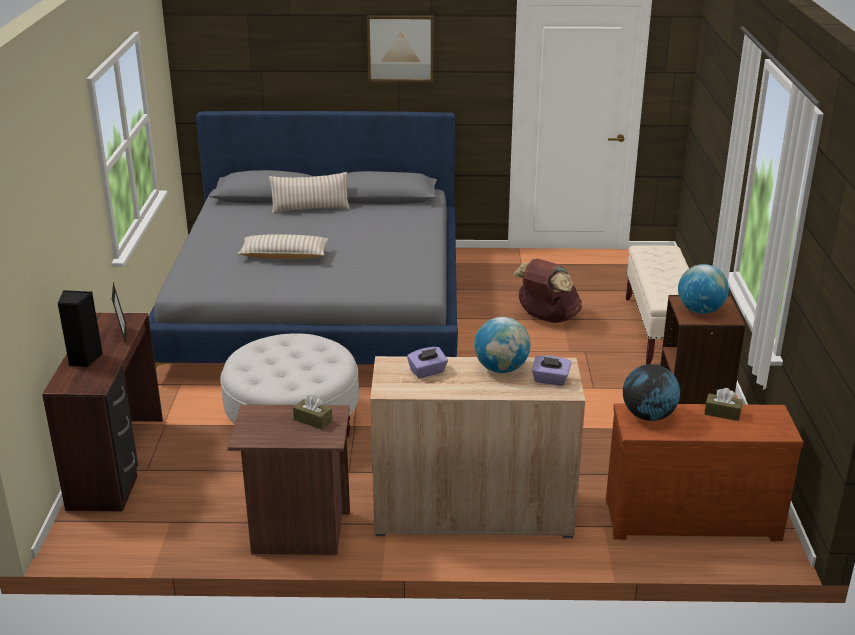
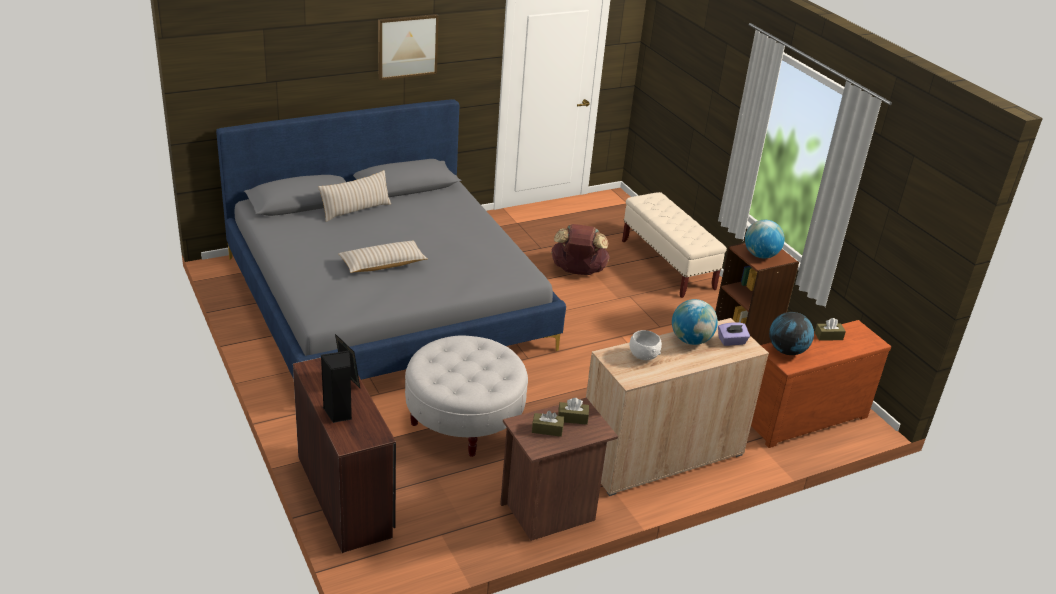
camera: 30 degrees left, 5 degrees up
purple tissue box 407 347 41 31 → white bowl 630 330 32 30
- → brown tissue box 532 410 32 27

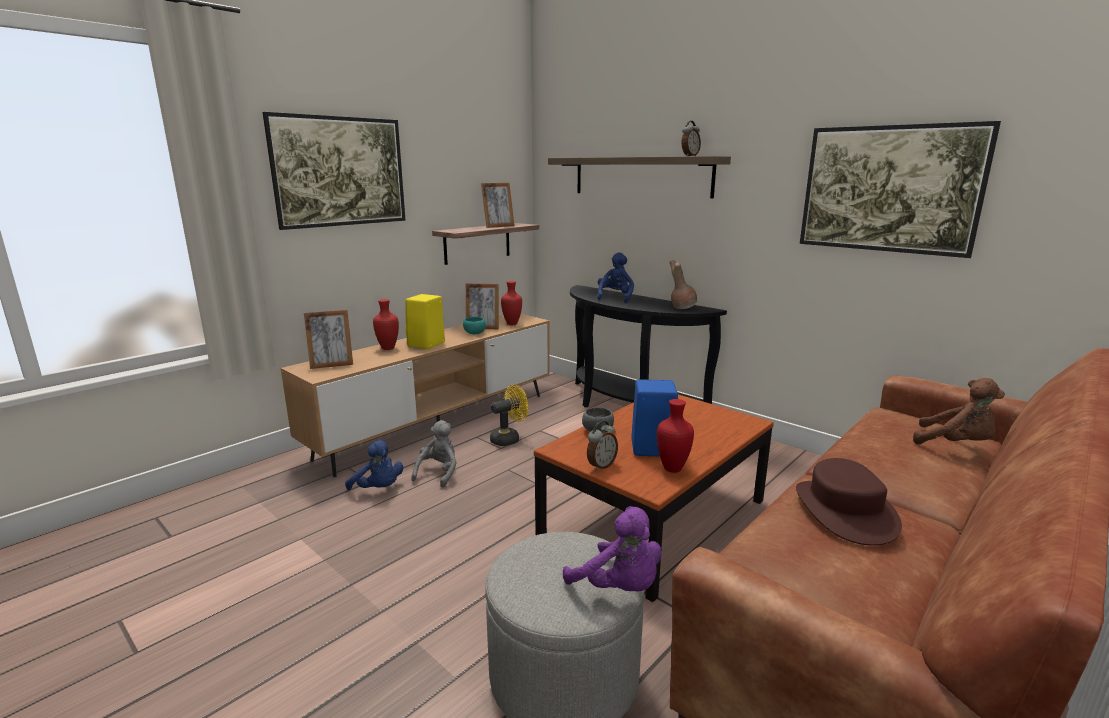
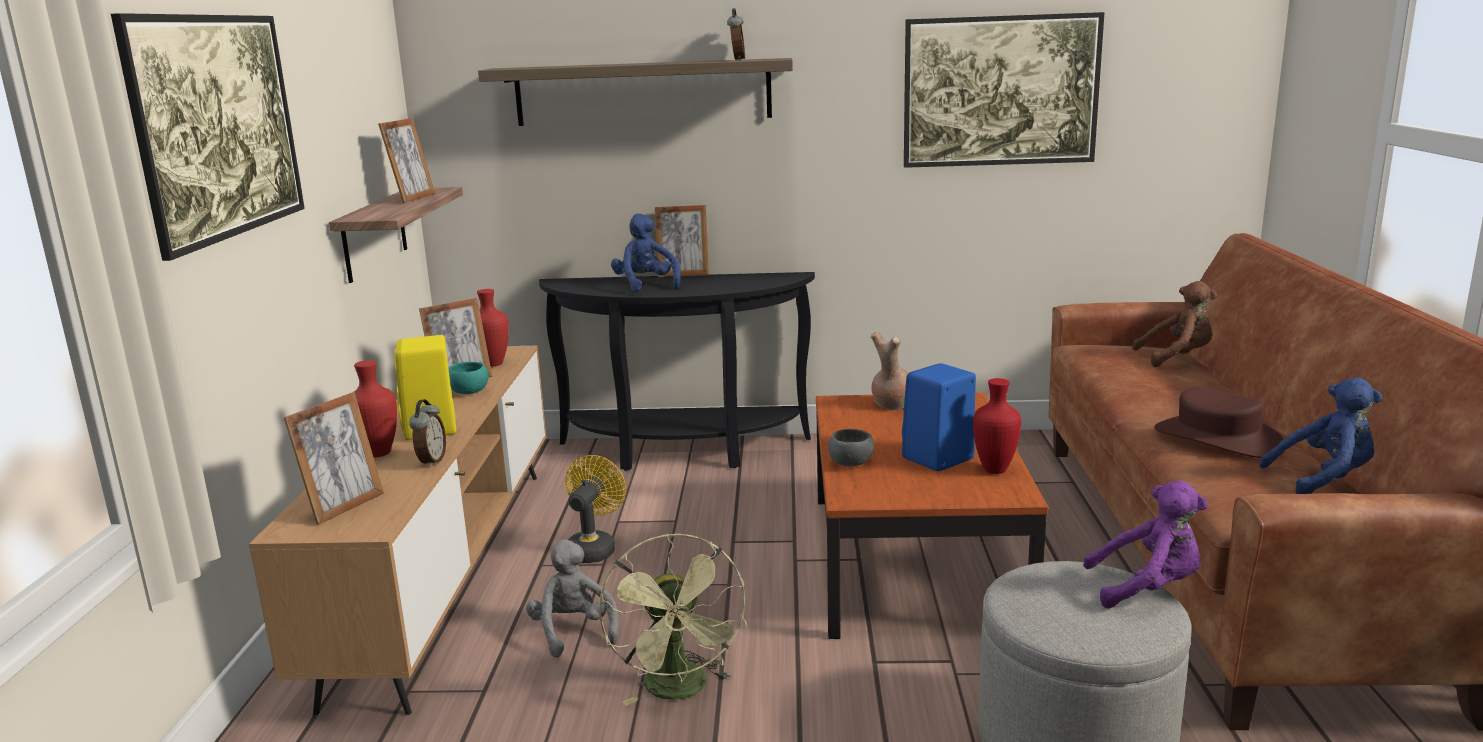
camera: 40 degrees left, 0 degrees up
blue plush toy 345 440 58 50 → blue plush toy 1259 377 123 117, shifted
alarm clock 587 421 31 50 → alarm clock 409 399 37 69, shifted
brown vase 669 260 28 49 → brown vase 871 332 37 78, shifted
- → green fan 599 533 148 172
- → picture frame 655 205 54 72

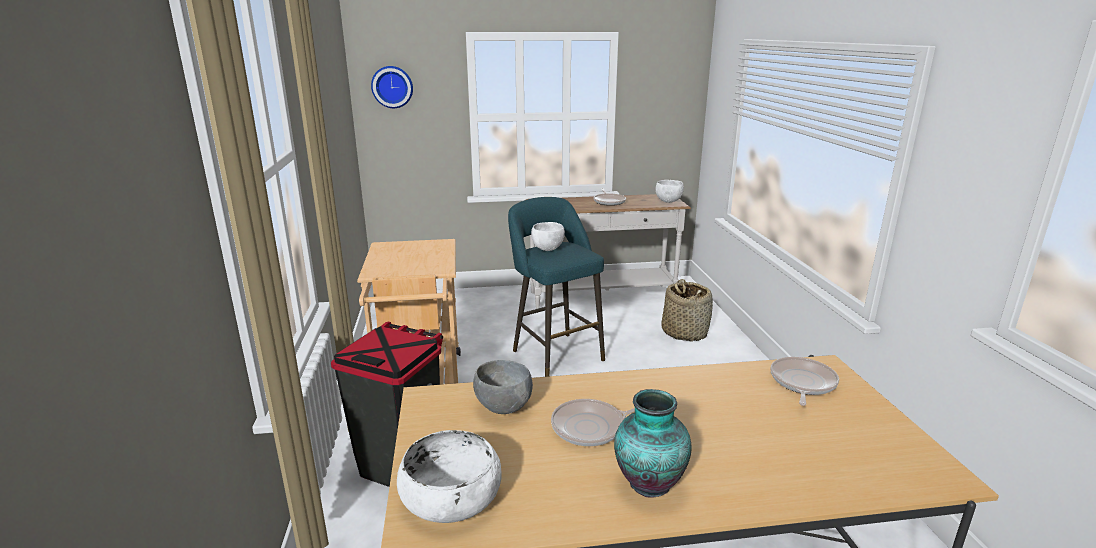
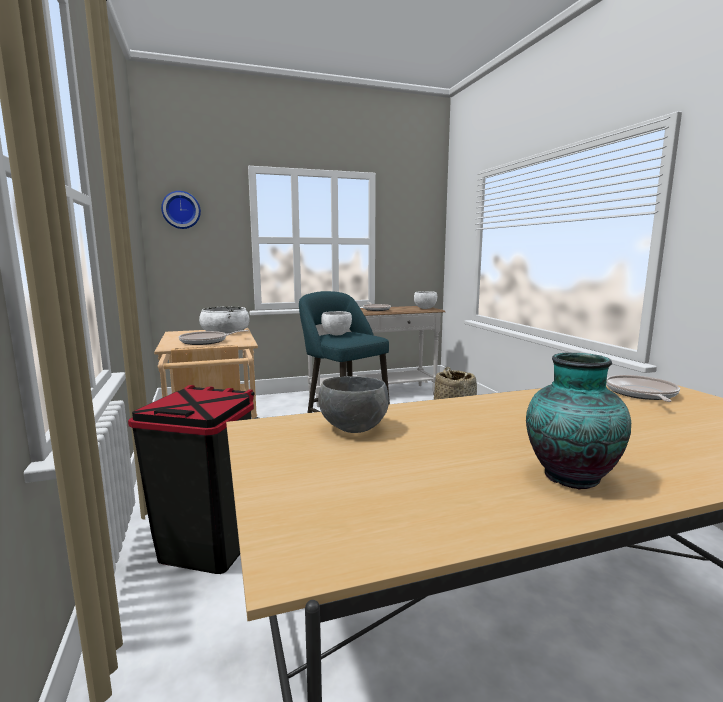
camera: 10 degrees left, 10 degrees down
white bowl 397 430 105 93 → white bowl 199 306 51 28, shifted
frying pan 551 399 84 47 → frying pan 179 330 70 15, shifted

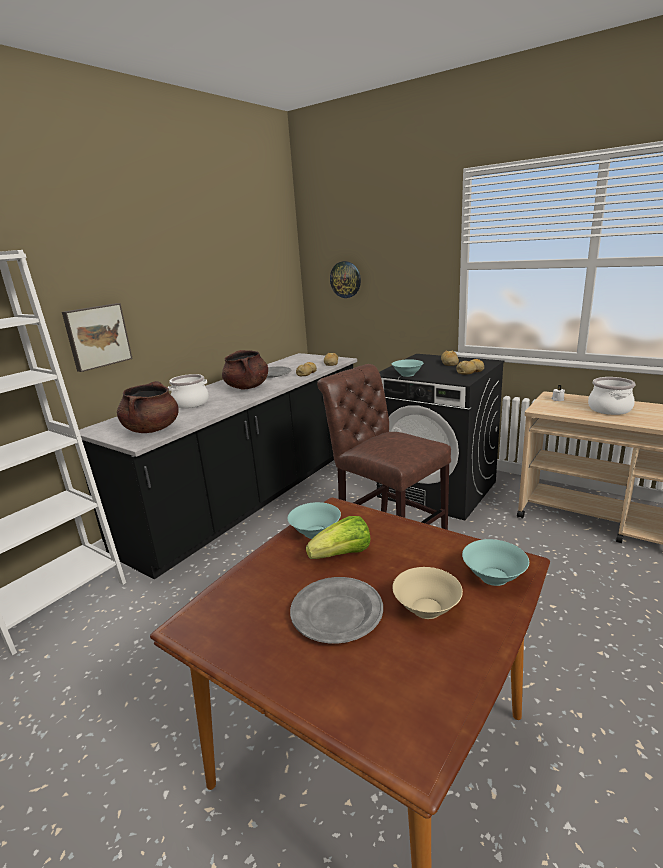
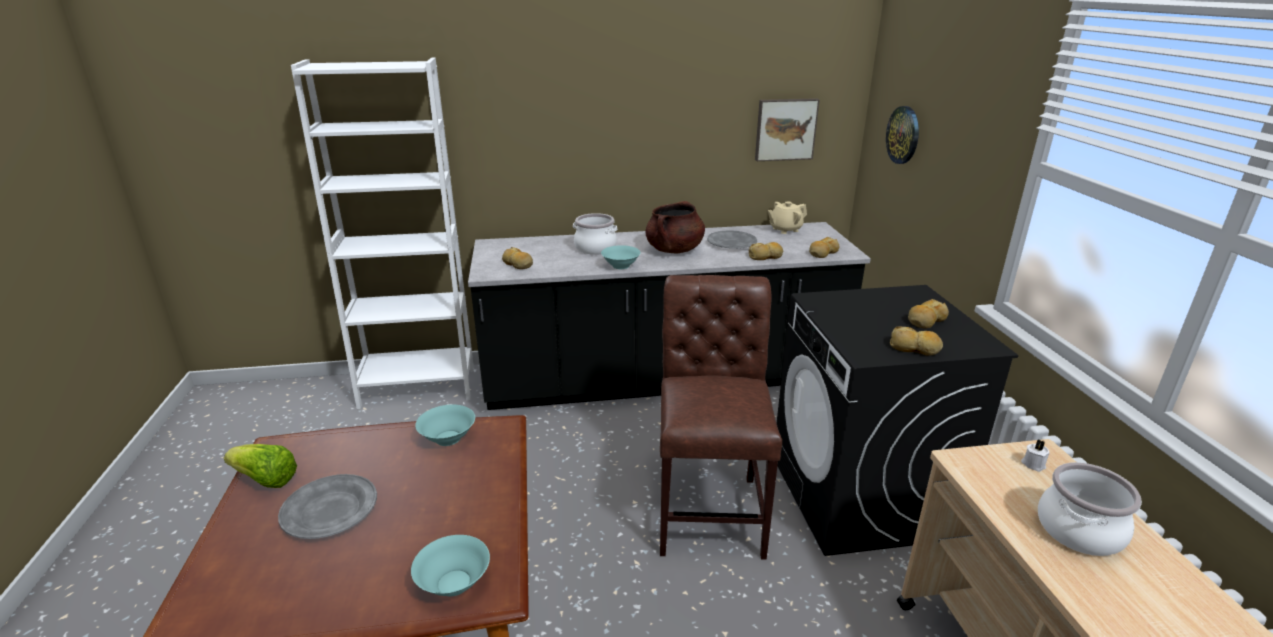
camera: 45 degrees right, 5 degrees up
picture 62 303 71 69 → picture 755 98 65 63, shifted
brown cooking pot 117 381 62 52 → bread 502 247 31 22
lettuce 306 516 65 43 → lettuce 224 444 73 44, shifted
turquoise bowl 392 359 31 18 → turquoise bowl 601 245 40 24, shifted
beige bowl 392 567 71 52 → -
- → beige teapot 768 201 39 33

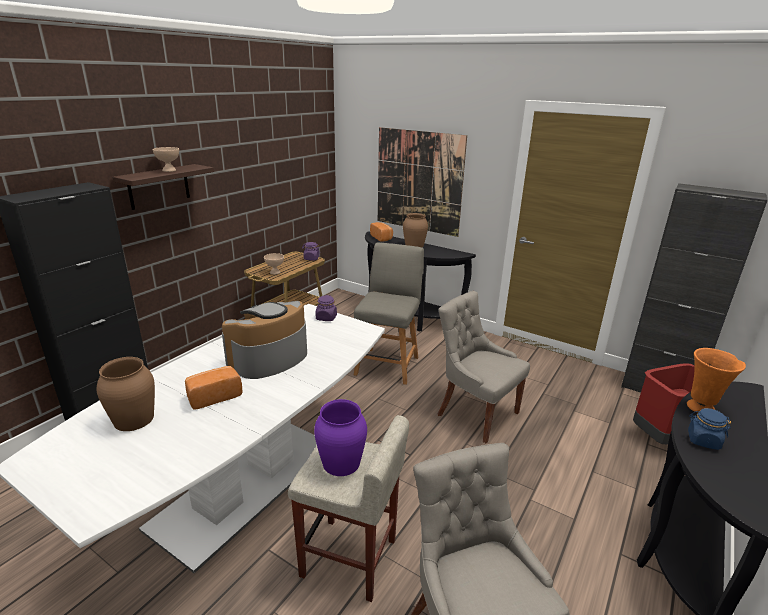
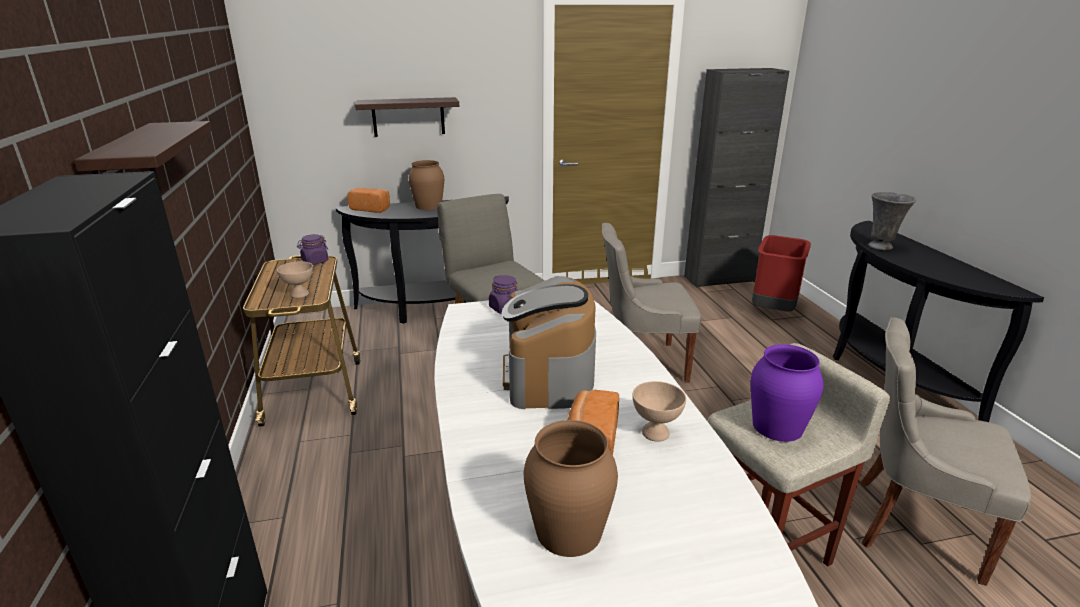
camera: 45 degrees left, 0 degrees up
beige bowl 152 147 27 25 → beige bowl 632 381 54 61, shifted
picture 378 127 89 110 → shelf 355 97 104 40
orange vase 687 348 59 65 → grey vase 868 192 48 58
blue jar 688 408 43 42 → -

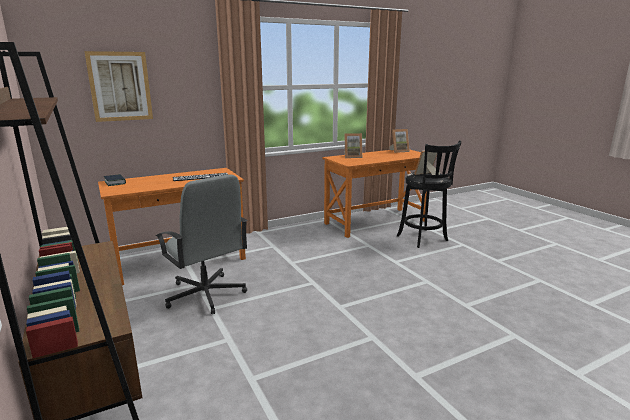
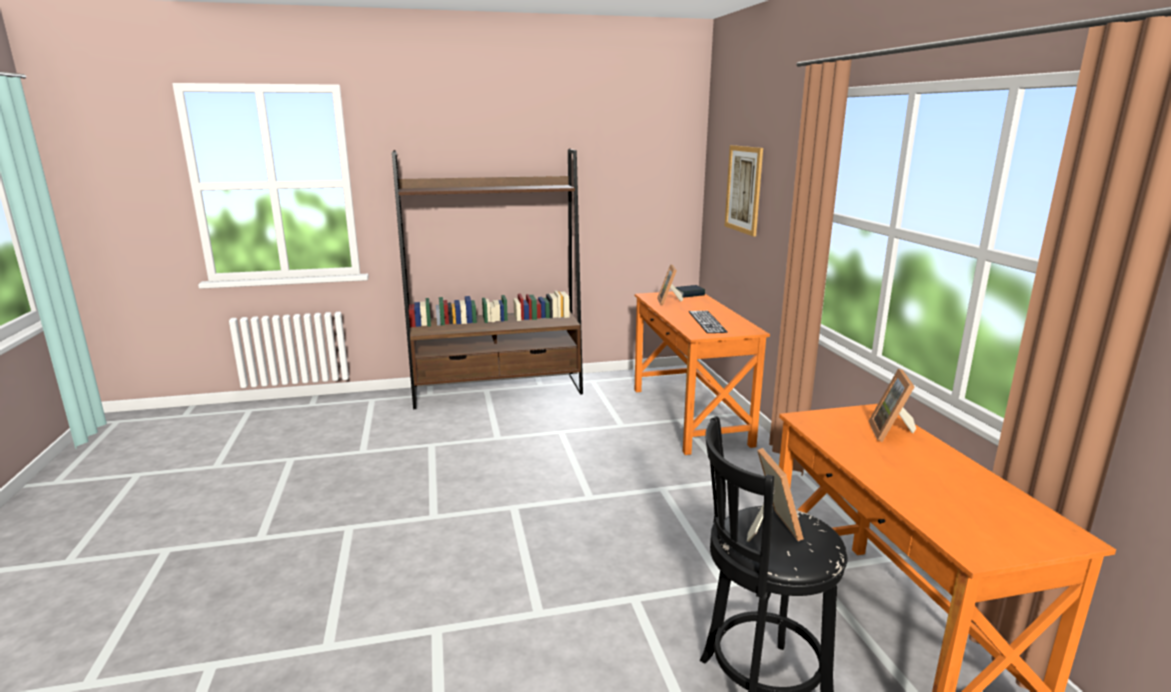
camera: 105 degrees right, 0 degrees up
grey office chair 156 174 91 140 → -
picture frame 389 129 21 24 → picture frame 657 264 26 42, shifted

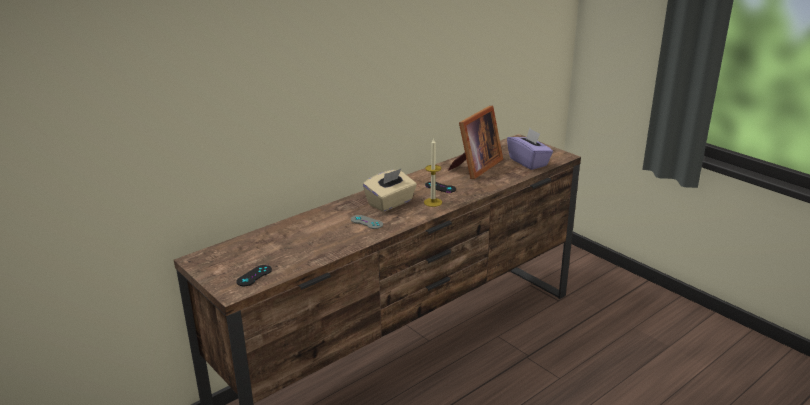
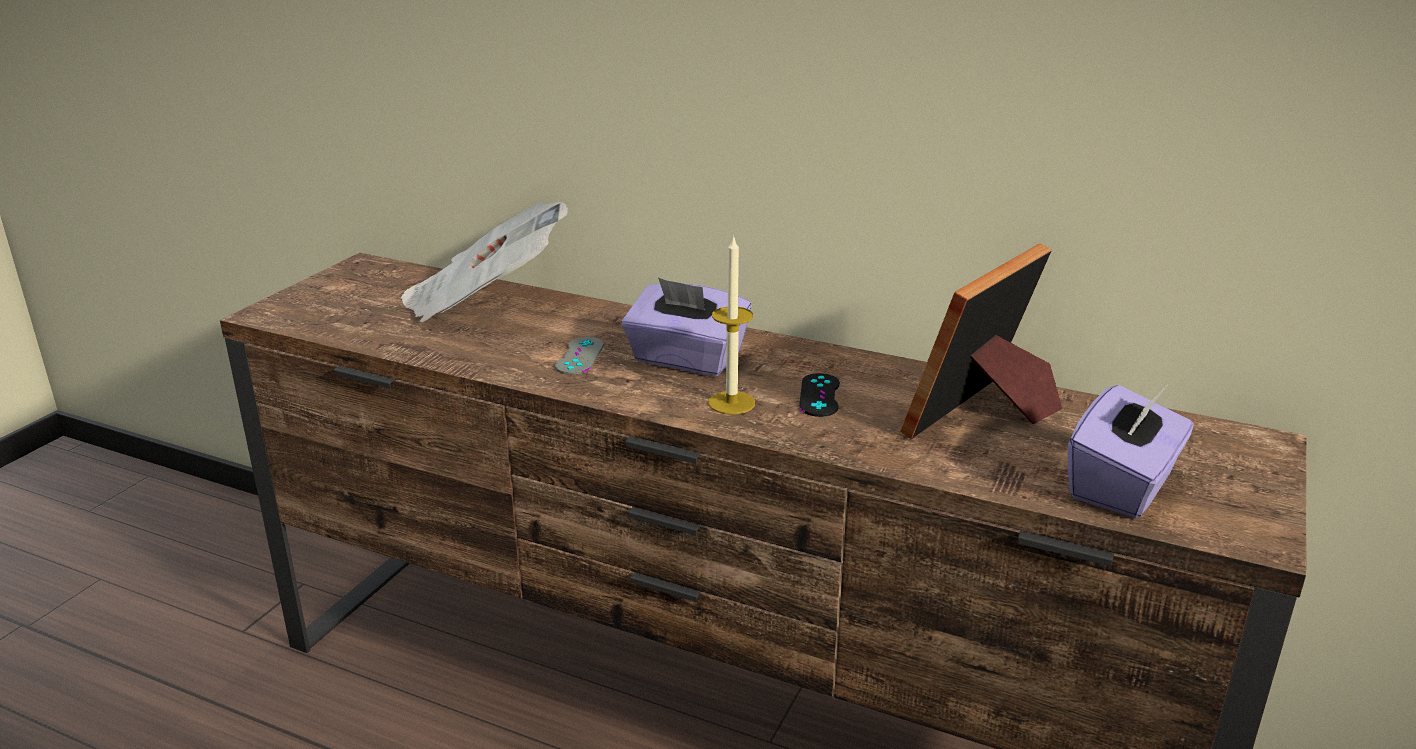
camera: 65 degrees right, 0 degrees up
black game controller 236 265 36 21 → -
beige tissue box 363 168 54 44 → purple tissue box 622 278 129 98
picture frame 448 106 55 73 → picture frame 900 243 162 196, 120 degrees clockwise
- → newspaper 401 202 167 120

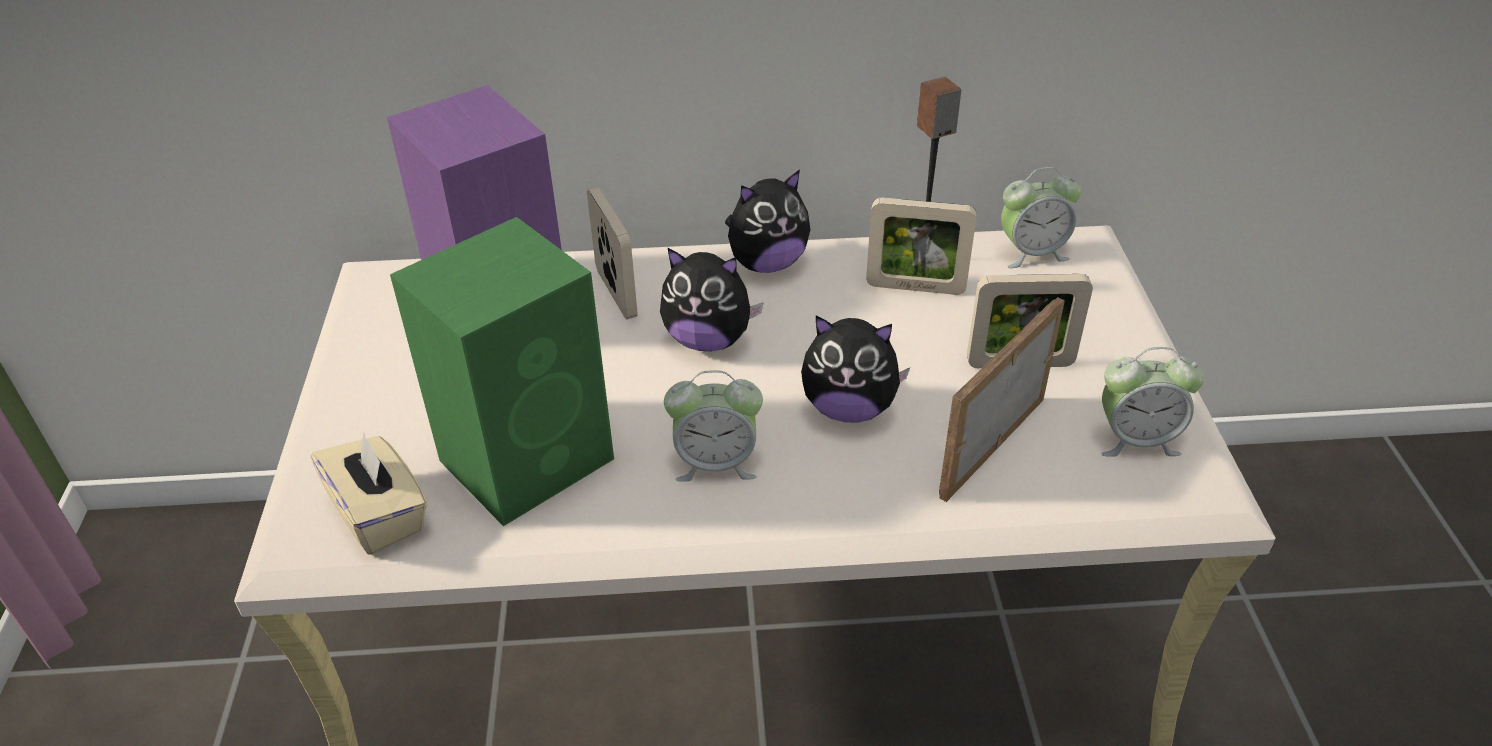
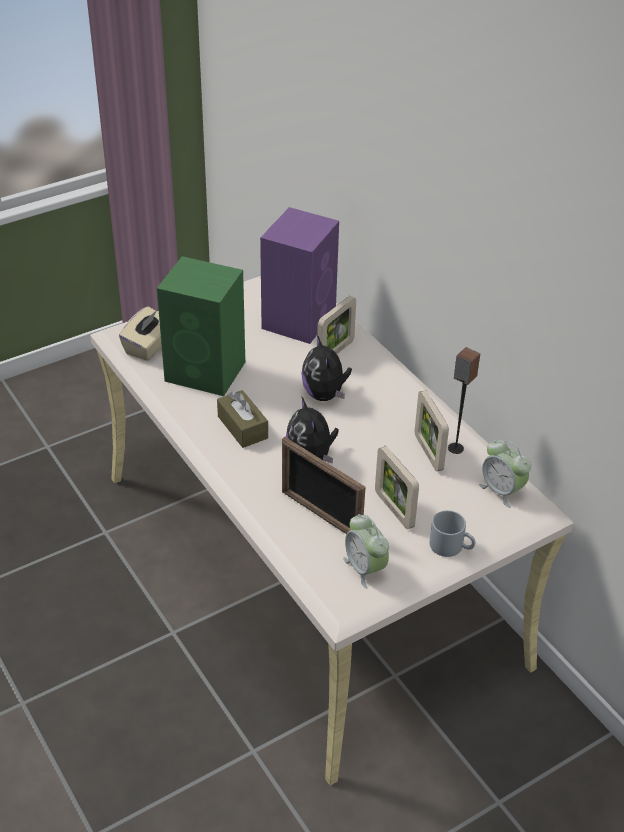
camera: 60 degrees right, 0 degrees up
alarm clock 664 370 99 112 → brown tissue box 217 390 51 58
plush toy 725 170 86 103 → -
picture frame 939 297 126 205 → picture frame 282 437 84 97, 150 degrees counterclockwise
- → grey mug 430 510 45 47

